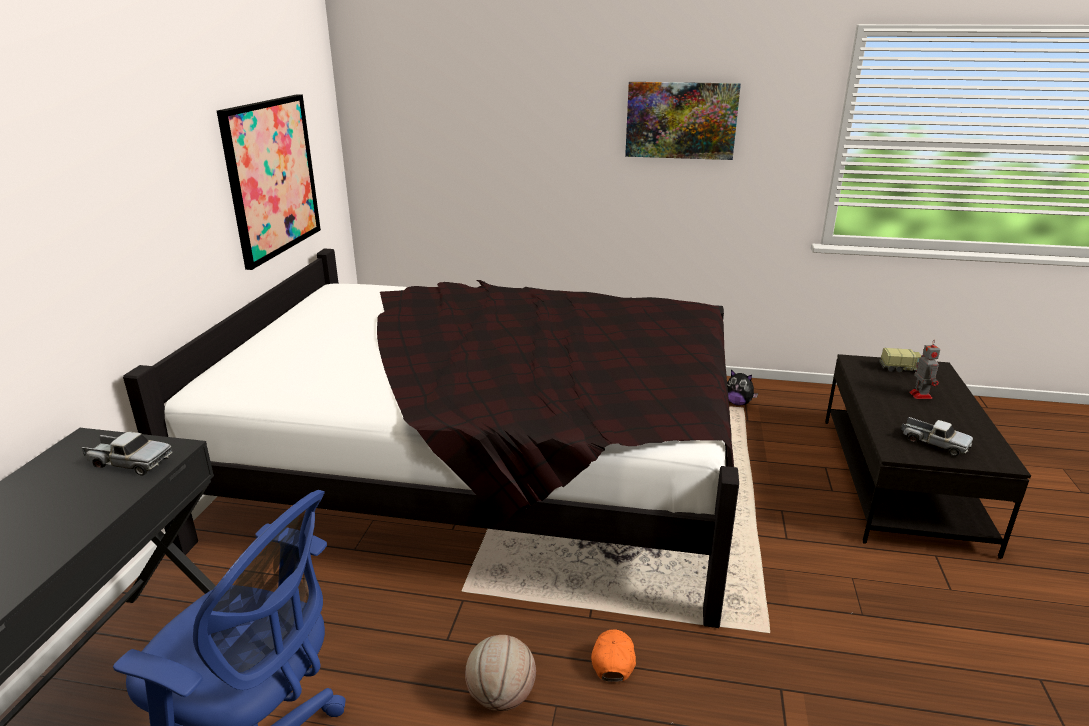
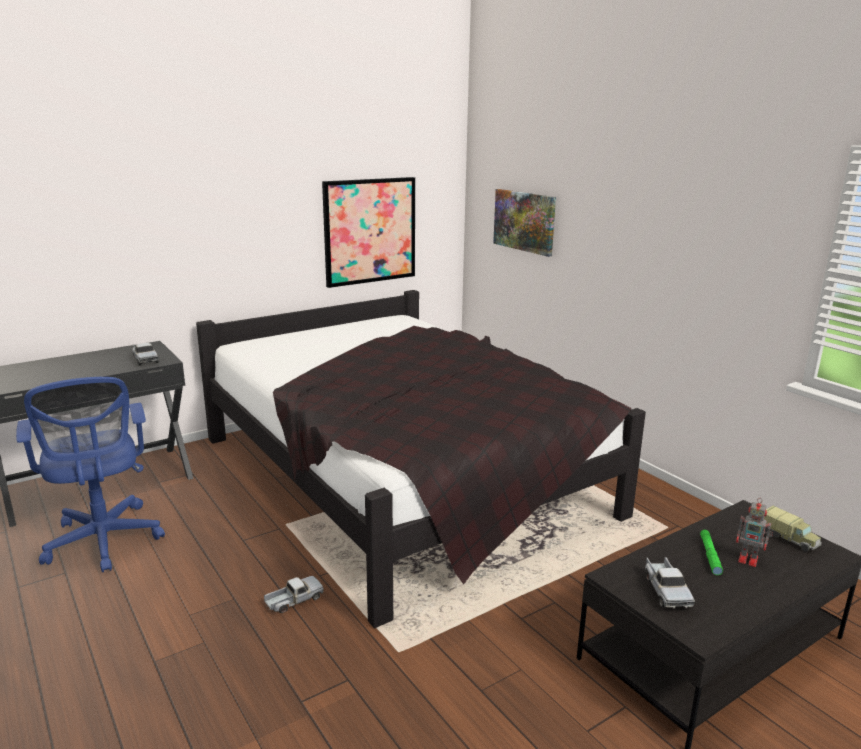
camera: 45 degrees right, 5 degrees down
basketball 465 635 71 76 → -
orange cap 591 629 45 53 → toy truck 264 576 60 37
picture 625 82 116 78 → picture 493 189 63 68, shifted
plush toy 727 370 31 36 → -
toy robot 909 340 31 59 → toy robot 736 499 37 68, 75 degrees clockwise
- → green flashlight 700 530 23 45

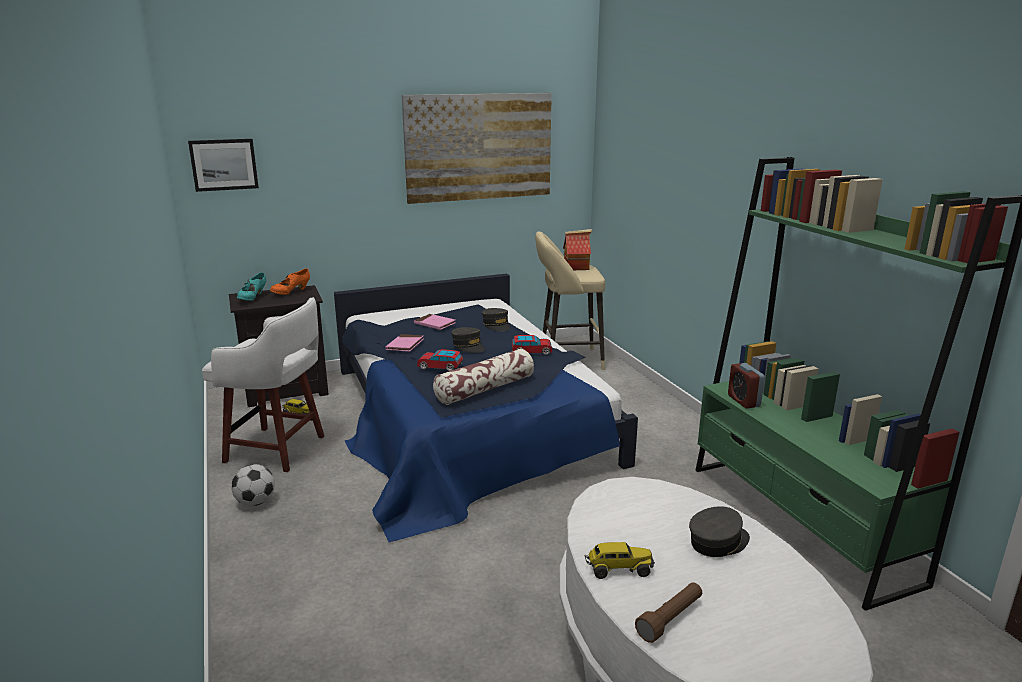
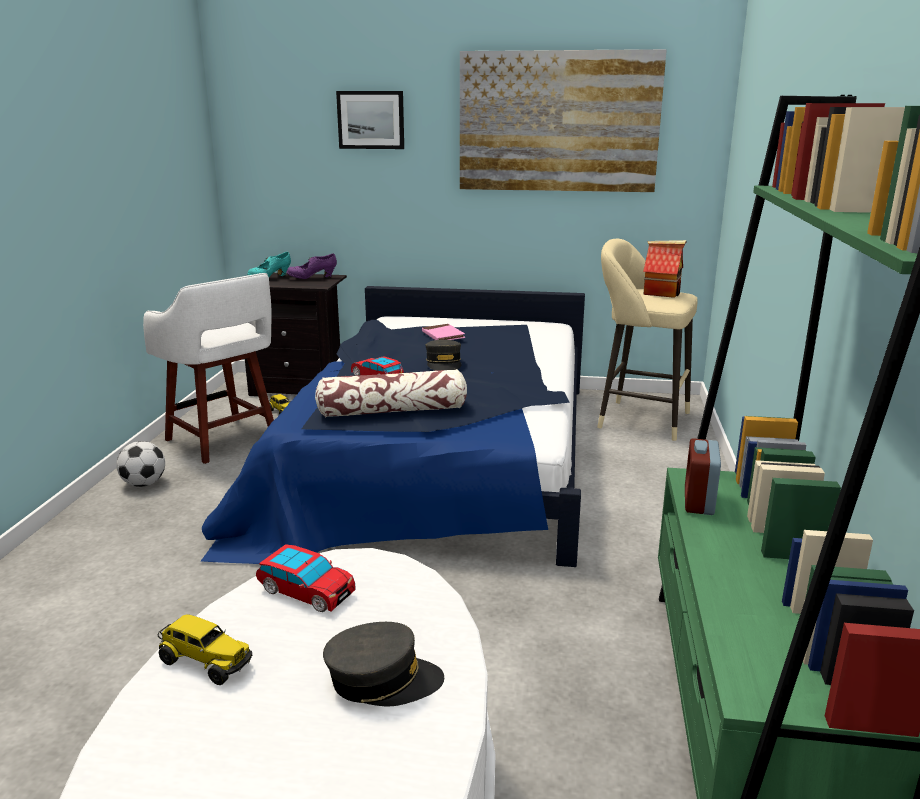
camera: 30 degrees right, 0 degrees up
picture 188 139 71 53 → picture 336 91 68 58, shifted
orange shoe 270 268 40 27 → purple shoe 286 253 51 26
pink book 385 334 39 18 → -
grey cap 482 308 29 24 → -
toy car 512 335 40 20 → toy car 256 544 100 68, shifted
brown flashlight 635 582 67 61 → -

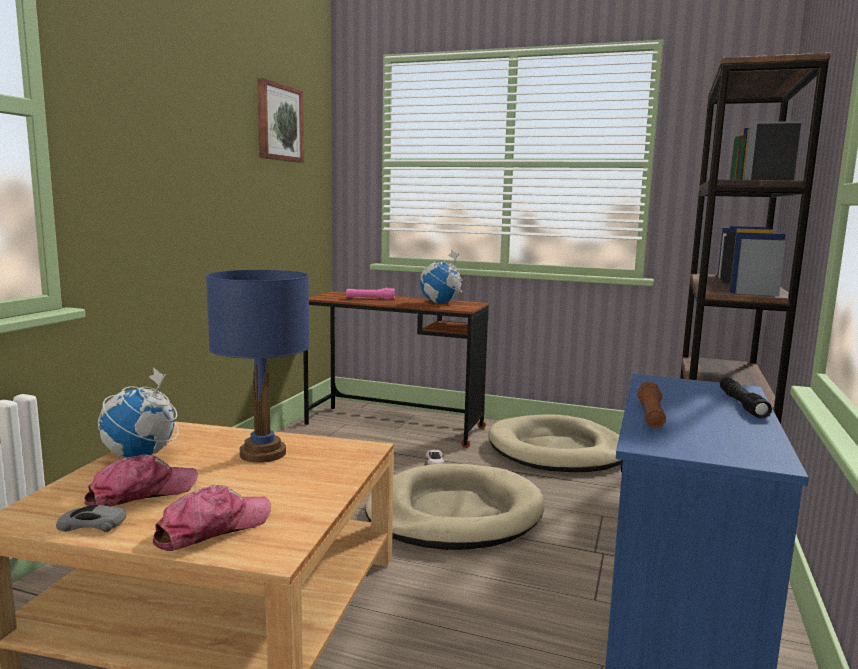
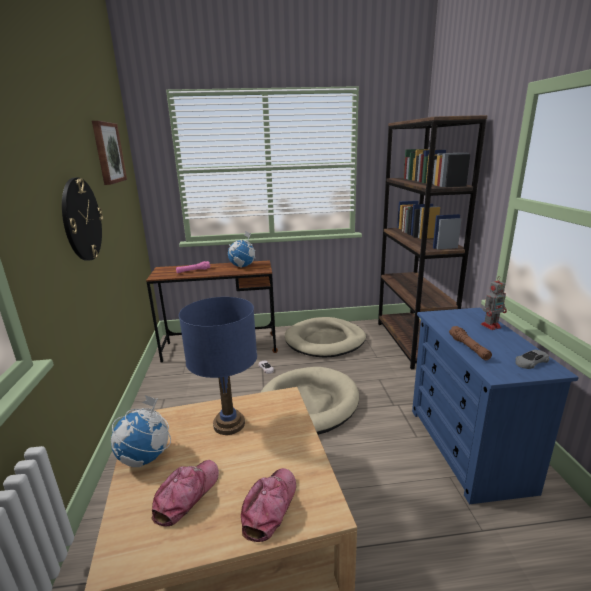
camera: 25 degrees left, 10 degrees up
grey toy car 56 505 70 27 → grey toy car 515 350 34 19, shifted
black flashlight 720 378 52 40 → toy robot 481 276 26 54
- → wall clock 62 178 41 83

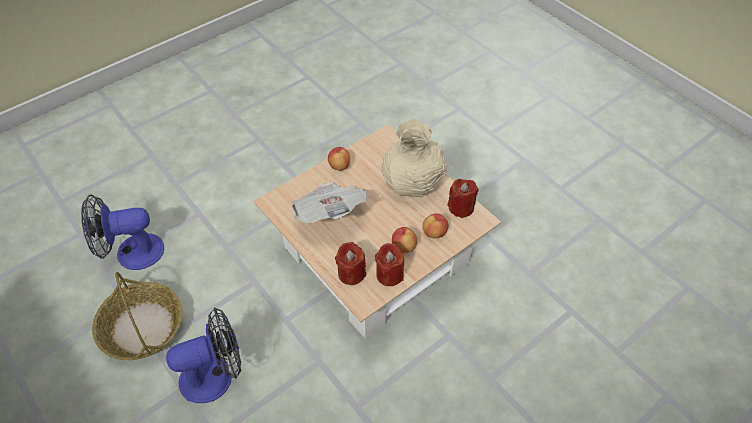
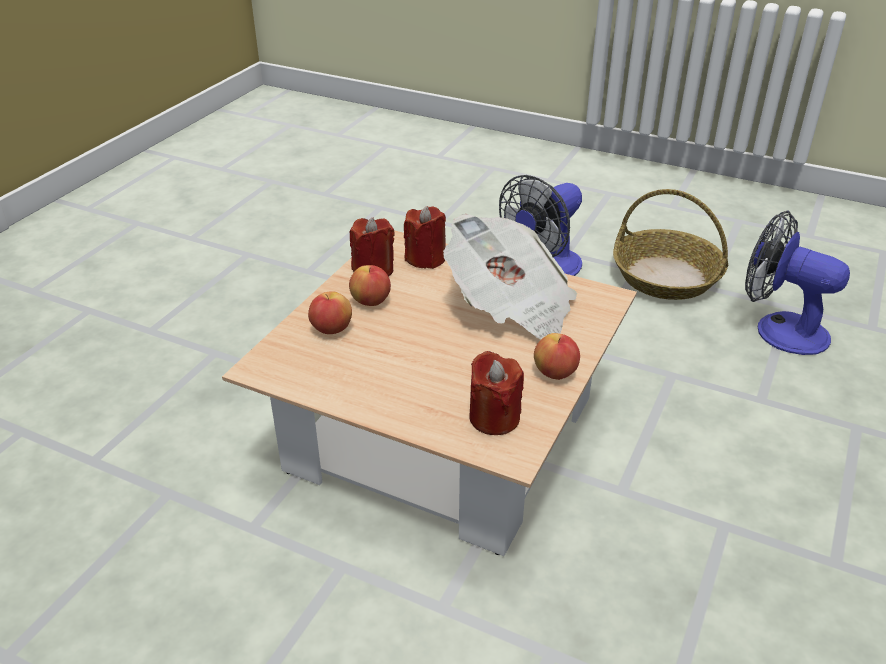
camera: 155 degrees right, 15 degrees down
fan 81 195 83 75 → fan 745 211 105 144, 105 degrees counterclockwise
beige vase 381 119 67 78 → -
red candle 447 179 32 39 → red candle 469 351 55 84, shifted

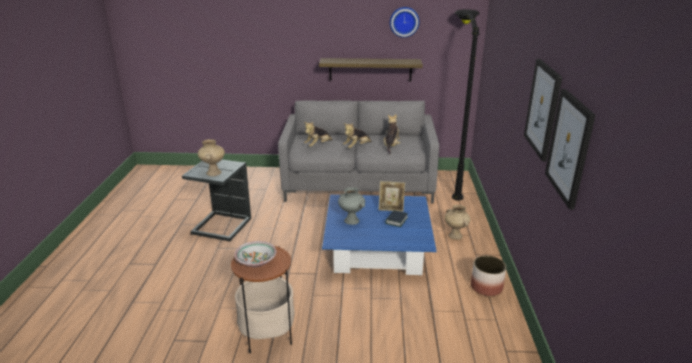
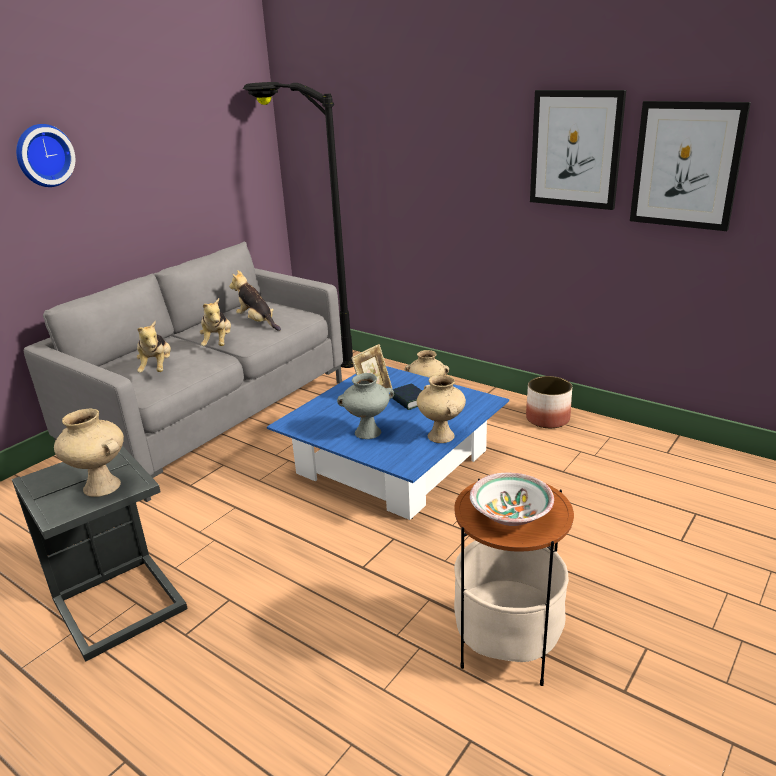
camera: 55 degrees left, 0 degrees up
shelf 319 58 104 24 → -
wall clock 390 7 29 31 → wall clock 16 124 59 63, shifted
- → beige vase 417 375 49 68

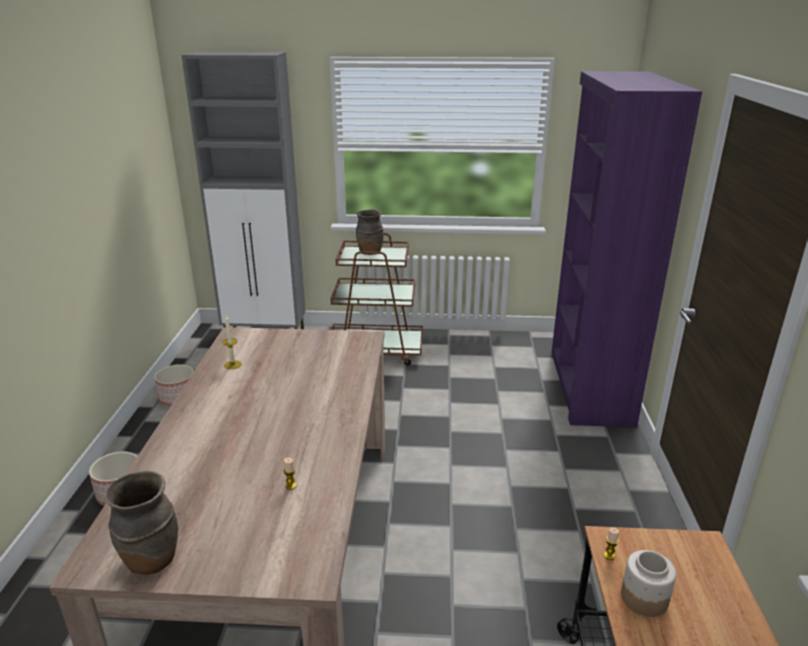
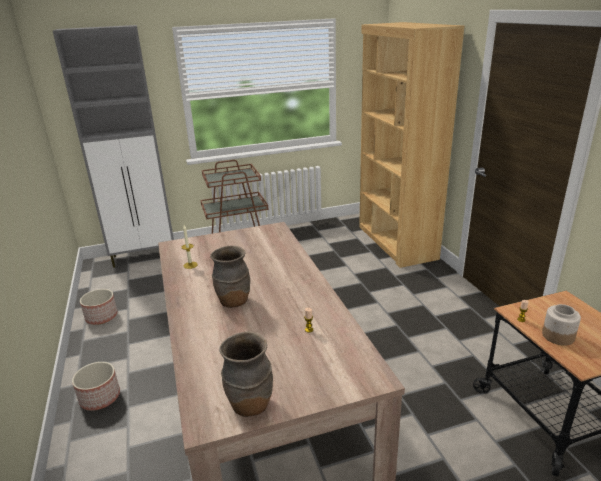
camera: 20 degrees left, 0 degrees up
brown vase 356 209 27 46 → brown vase 210 245 40 63, shifted
purple bookcase 551 71 151 356 → brown bookcase 359 22 106 246

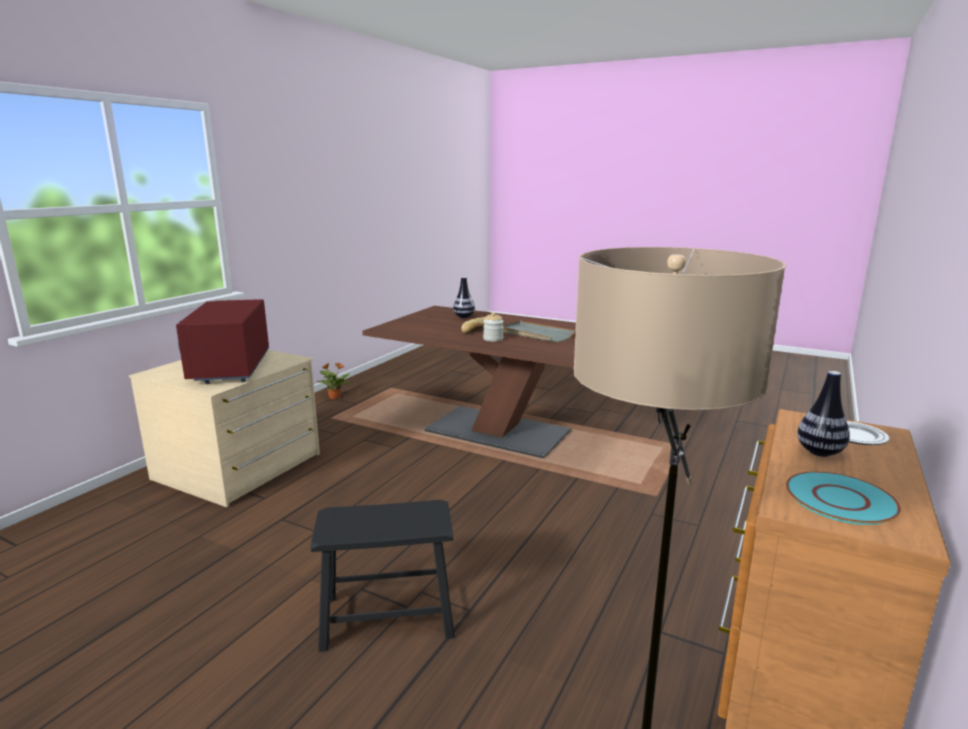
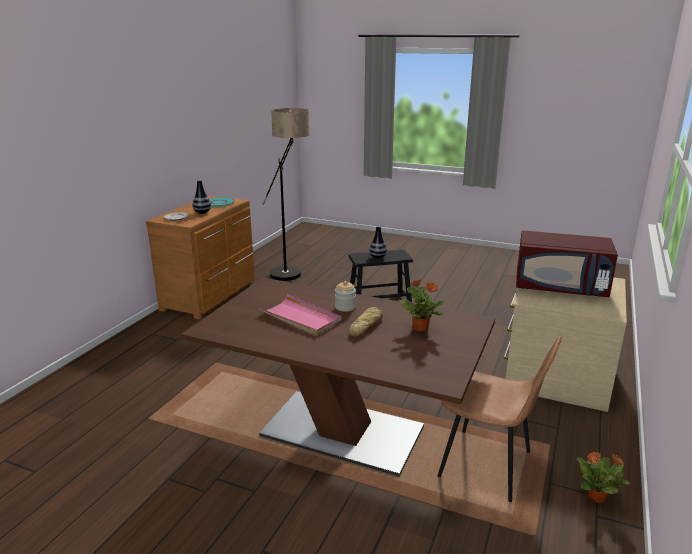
camera: 175 degrees right, 5 degrees up
red microwave 176 299 93 85 → red microwave 516 231 102 66, 120 degrees clockwise
vase 453 277 22 41 → vase 369 226 18 33, shifted
grey tray 503 321 72 21 → pink tray 259 294 82 41
- → potted plant 399 279 47 53
- → brown chair 438 336 124 166

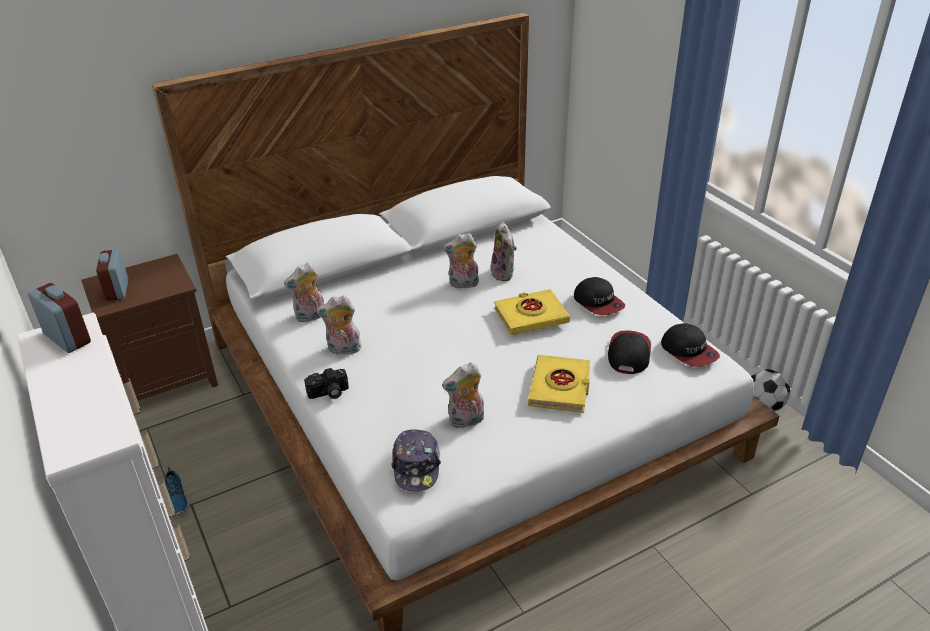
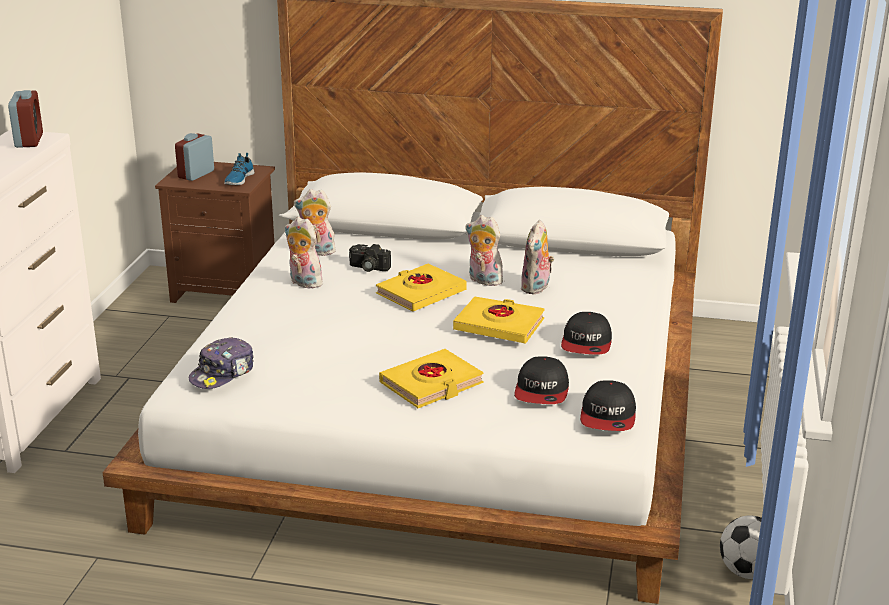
camera: 40 degrees right, 10 degrees down
shoe 165 467 24 48 → shoe 224 153 31 32, shifted
photo camera 304 368 45 31 → photo camera 349 244 42 28, shifted
plush toy 442 362 42 66 → -
cap 608 330 43 44 → cap 514 356 55 48, 135 degrees clockwise
- → yellow book 376 264 91 48

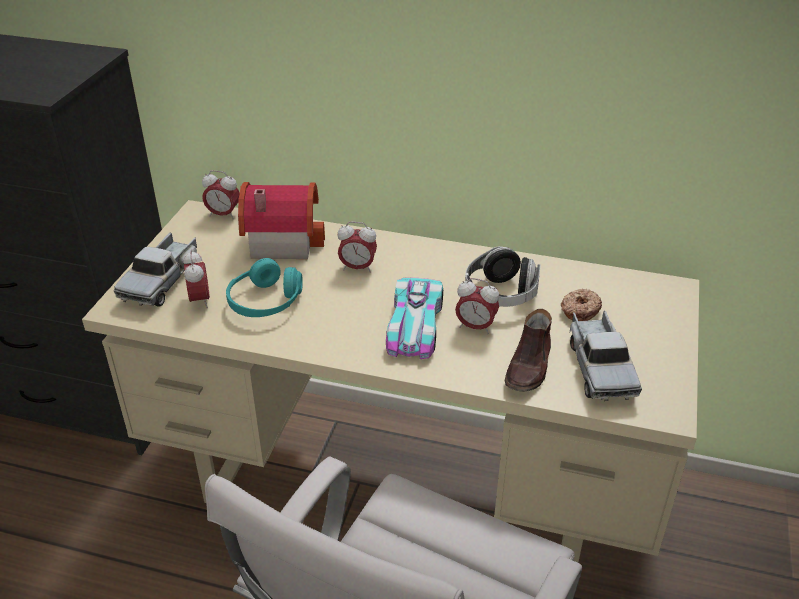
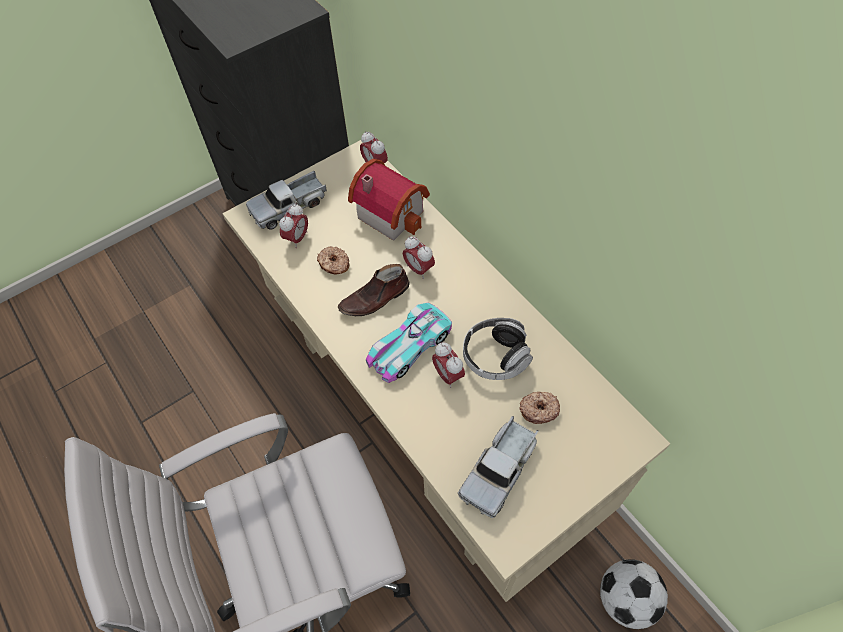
camera: 40 degrees right, 20 degrees up
turquoise headphones 226 258 77 59 → donut 317 246 32 28
brown shoe 505 309 47 83 → brown shoe 338 264 72 52, shifted
- → football 600 559 68 70

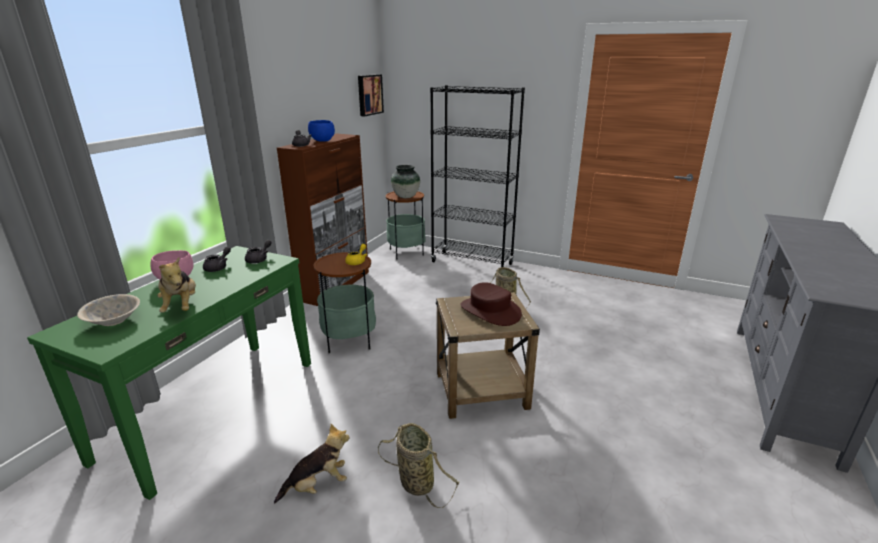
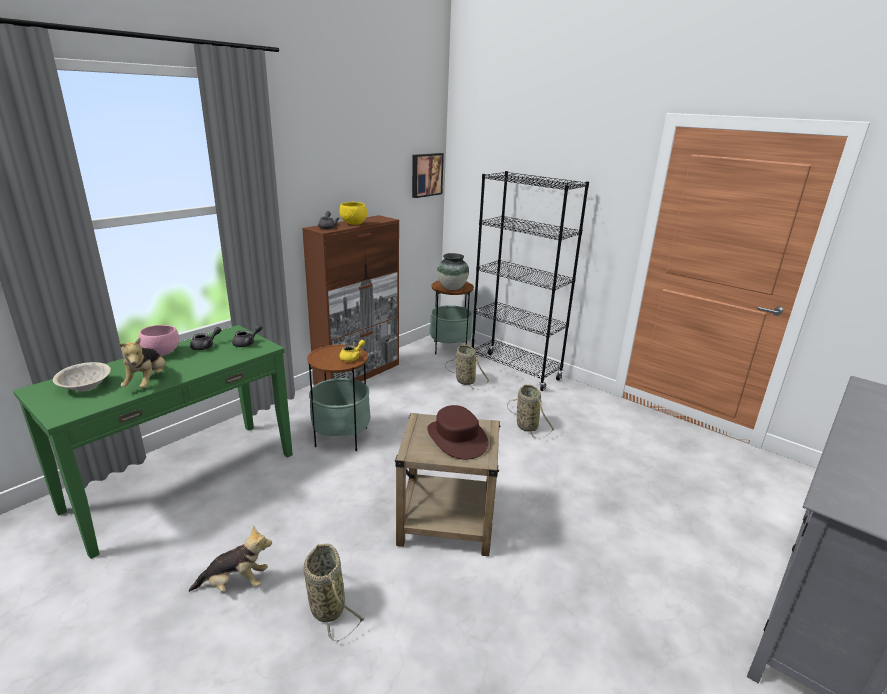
camera: 15 degrees right, 0 degrees up
blue bowl 308 120 27 21 → yellow bowl 340 202 27 23
- → basket 445 345 44 44

